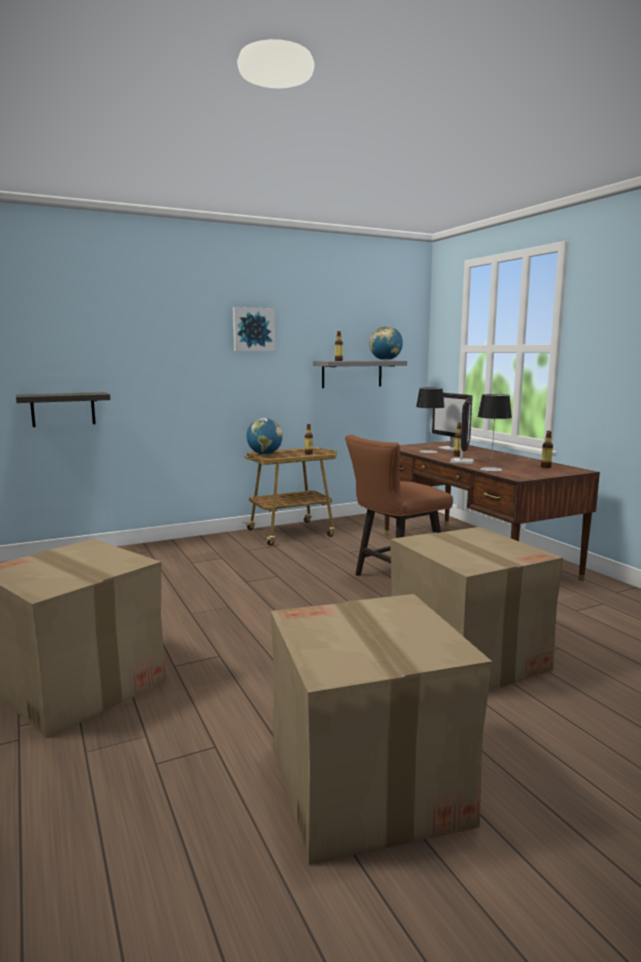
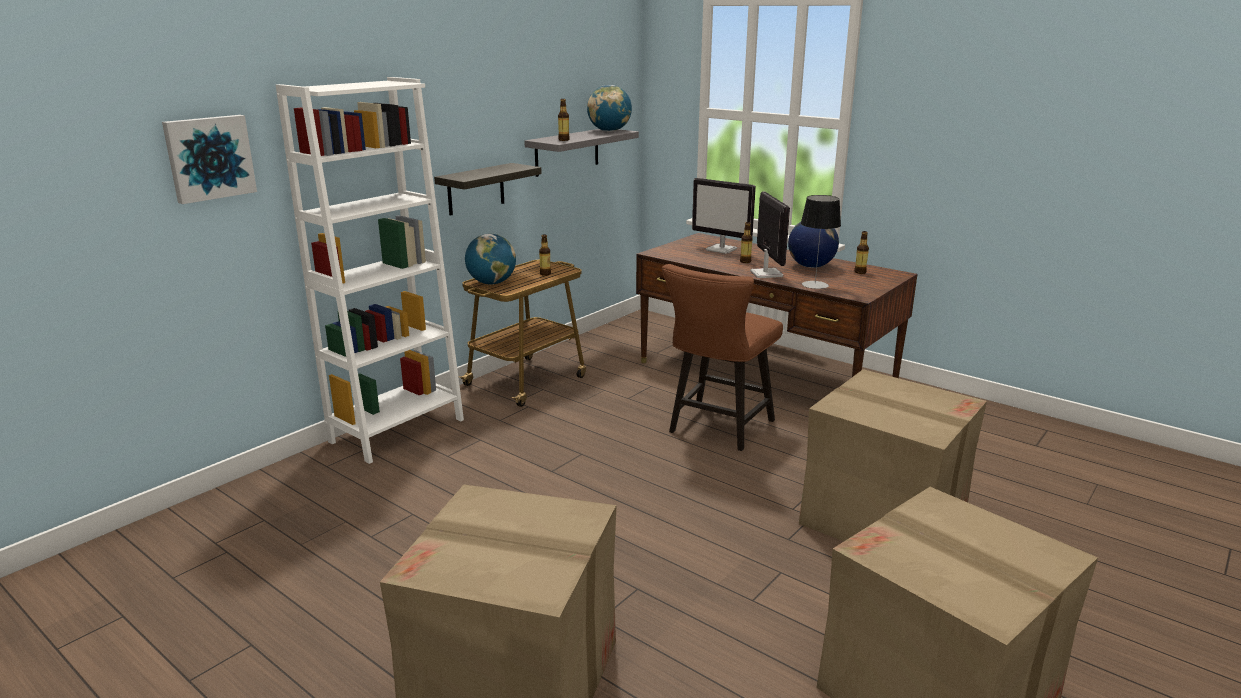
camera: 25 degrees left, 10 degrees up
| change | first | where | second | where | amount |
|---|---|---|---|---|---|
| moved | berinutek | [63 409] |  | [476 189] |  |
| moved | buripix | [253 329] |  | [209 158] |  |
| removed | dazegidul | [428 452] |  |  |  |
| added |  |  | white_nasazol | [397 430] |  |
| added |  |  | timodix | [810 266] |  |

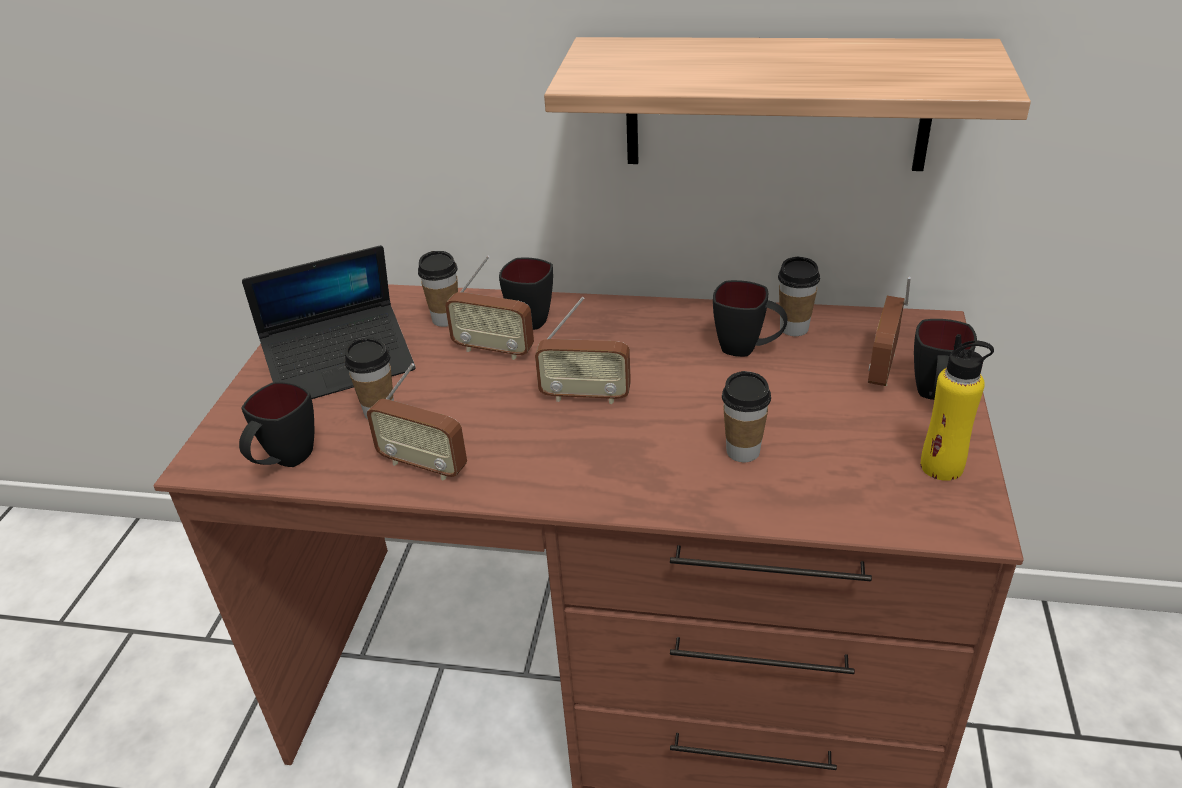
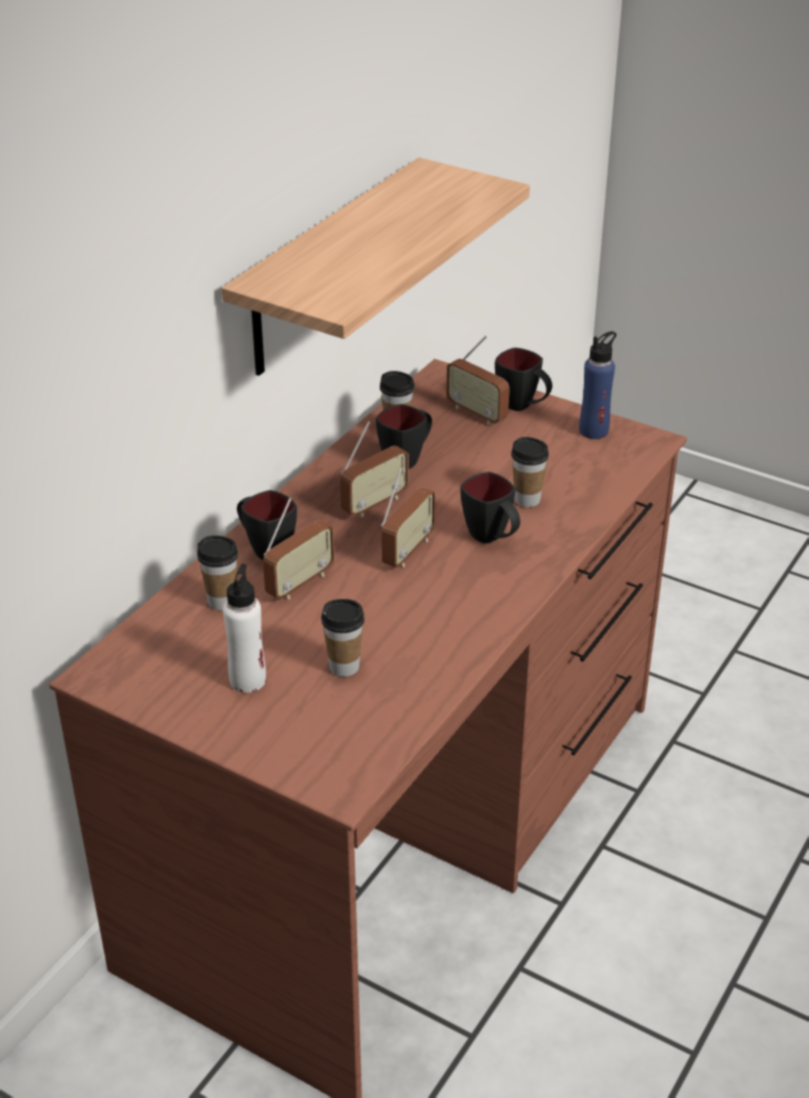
camera: 70 degrees left, 0 degrees up
| change | first | where | second | where | amount |
|---|---|---|---|---|---|
| moved | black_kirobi | [285 462] |  | [492 538] |  |
| replaced | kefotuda | [341 366] | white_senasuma | [248 680] |  |
| moved | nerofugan | [423 465] |  | [374 504] |  |
| recoloured | yellow_senasuma | [942 467] | blue_senasuma | [594 431] |  |

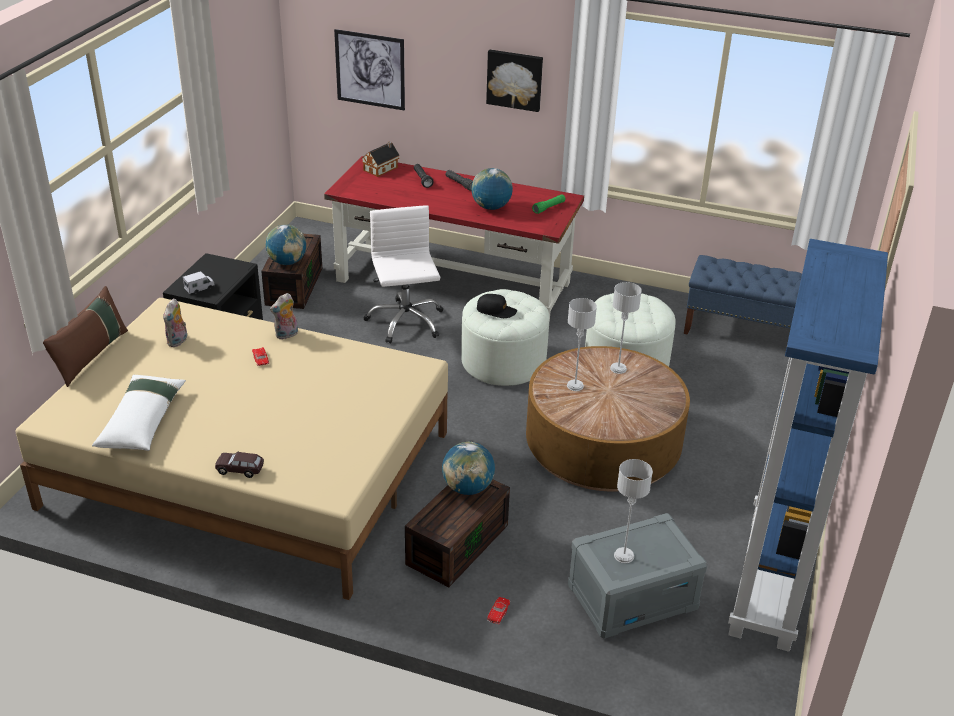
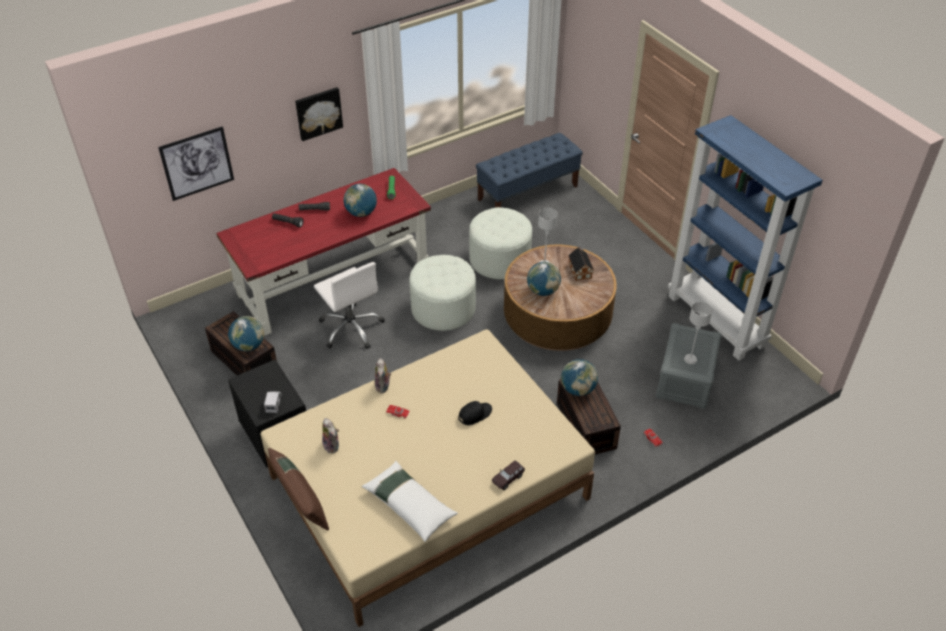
camera: 50 degrees left, 10 degrees up
| change | first | where | second | where | amount |
|---|---|---|---|---|---|
| moved | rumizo | [382 168] |  | [580 270] |  |
| turned | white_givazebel | [405 321] |  | [351 328] | 150 degrees counterclockwise |
| moved | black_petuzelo | [496 310] |  | [475 414] |  |
| replaced | grey_dazegidul | [575 386] | timodix | [543 291] |  |

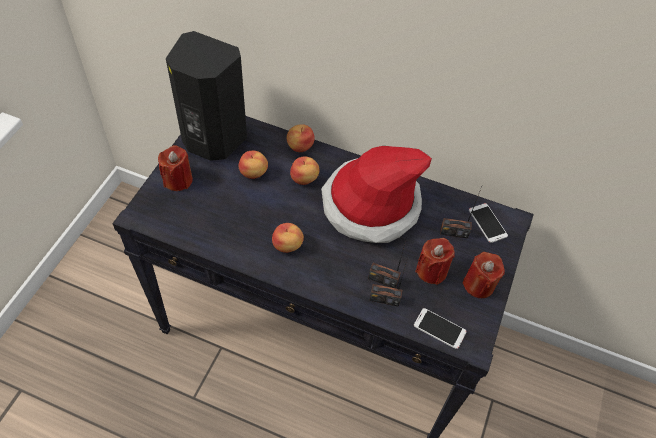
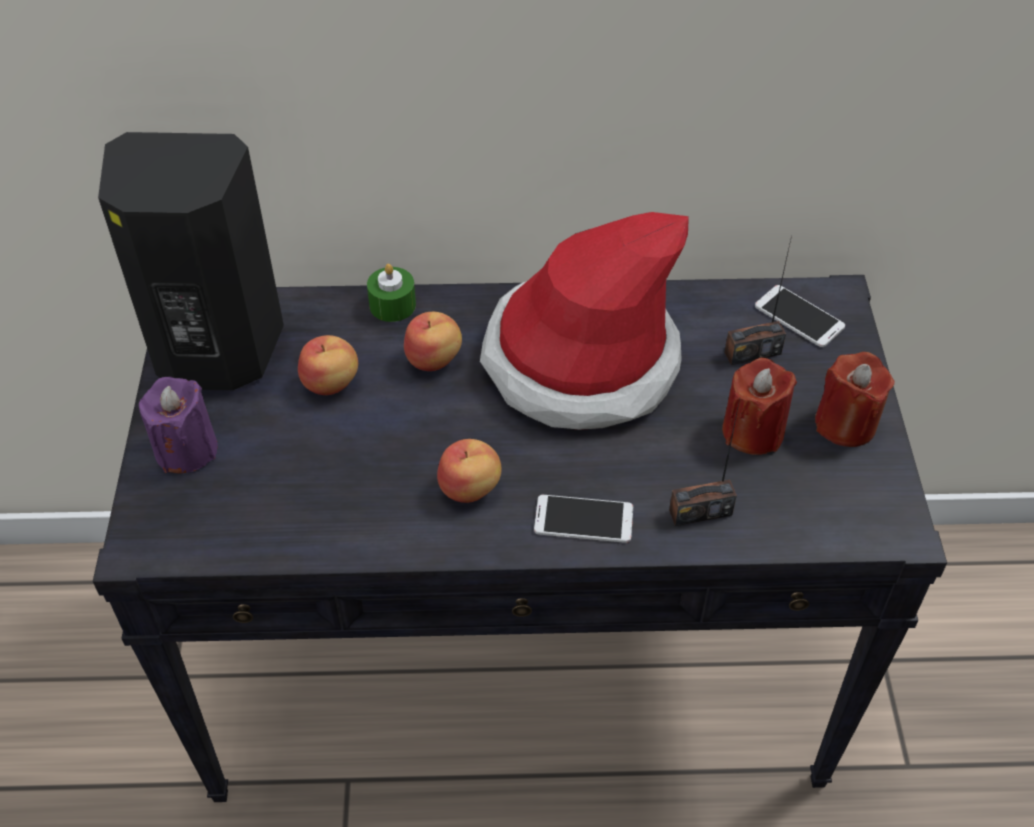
camera: 20 degrees left, 5 degrees down
| change | first | where | second | where | amount |
|---|---|---|---|---|---|
| recoloured | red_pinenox | [178 180] | purple_pinenox | [186 449] |  |
| replaced | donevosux | [300 146] | green_pinenox | [392 305] |  |
| removed | nerofugan | [383 279] |  |  |  |
| moved | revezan | [439 328] |  | [583 519] |  |

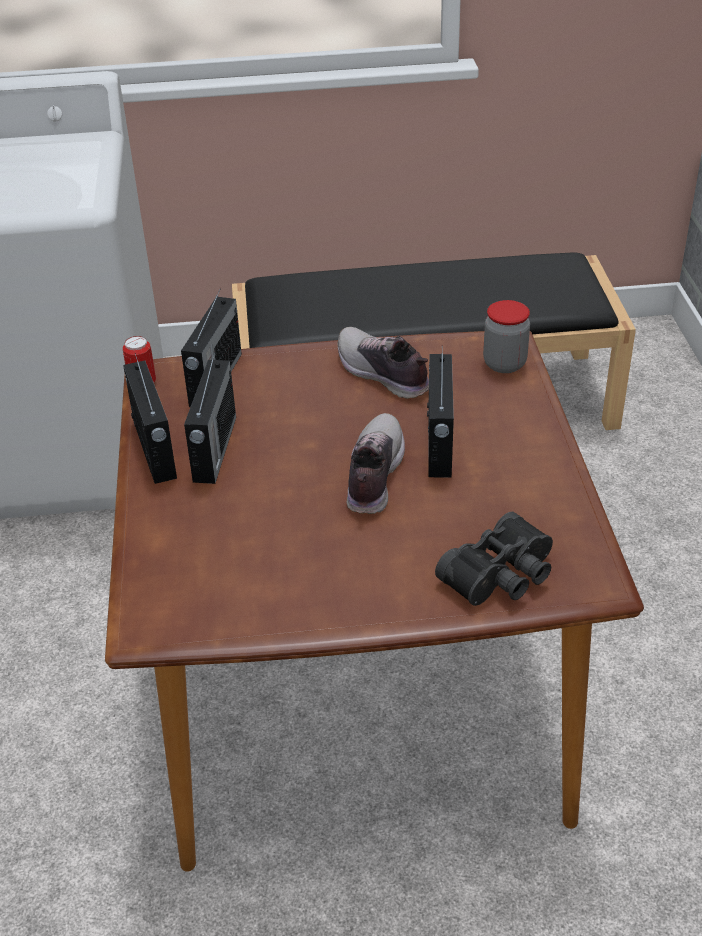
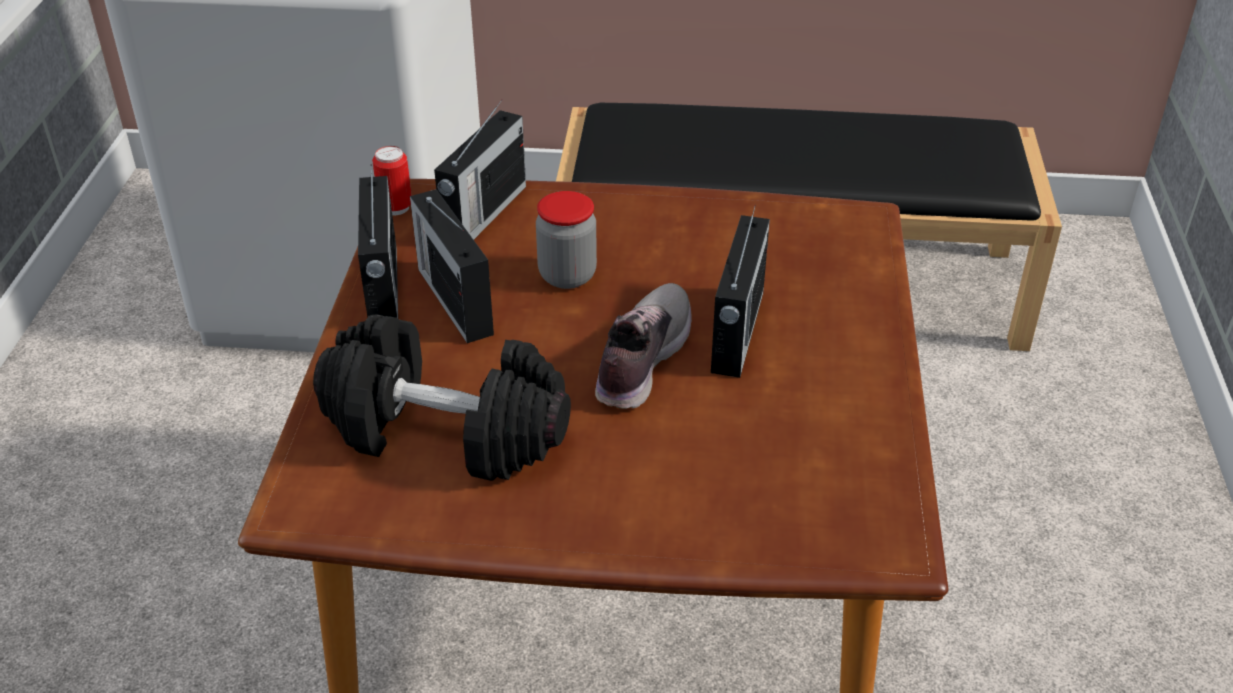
camera: 10 degrees right, 0 degrees up
| change | first | where | second | where | amount |
|---|---|---|---|---|---|
| turned | nerofugan | [214 450] |  | [454 299] | 135 degrees clockwise |
| removed | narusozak | [382 374] |  |  |  |
| removed | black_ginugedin | [502 576] |  |  |  |
| moved | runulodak | [504 364] |  | [567 275] |  |
| added |  |  | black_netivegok | [444 433] |  |

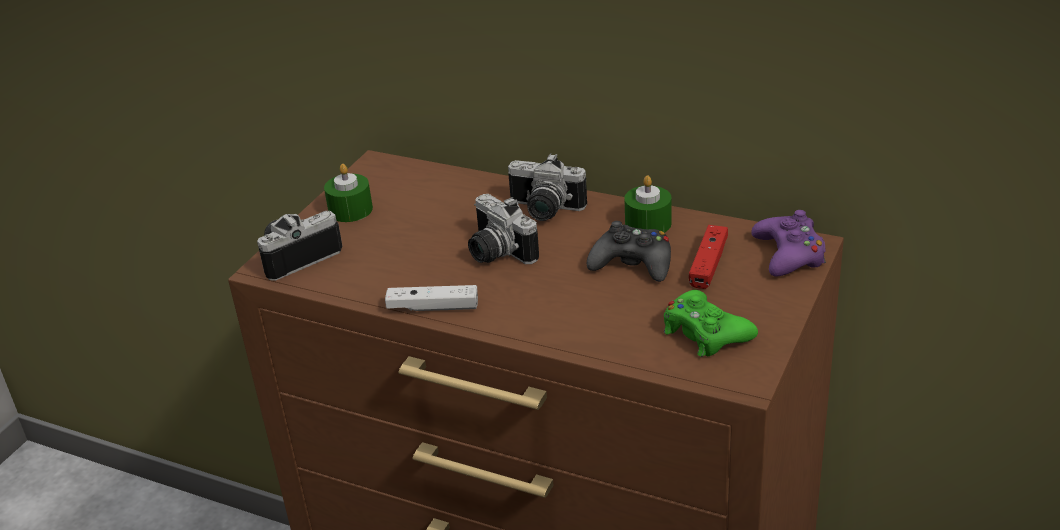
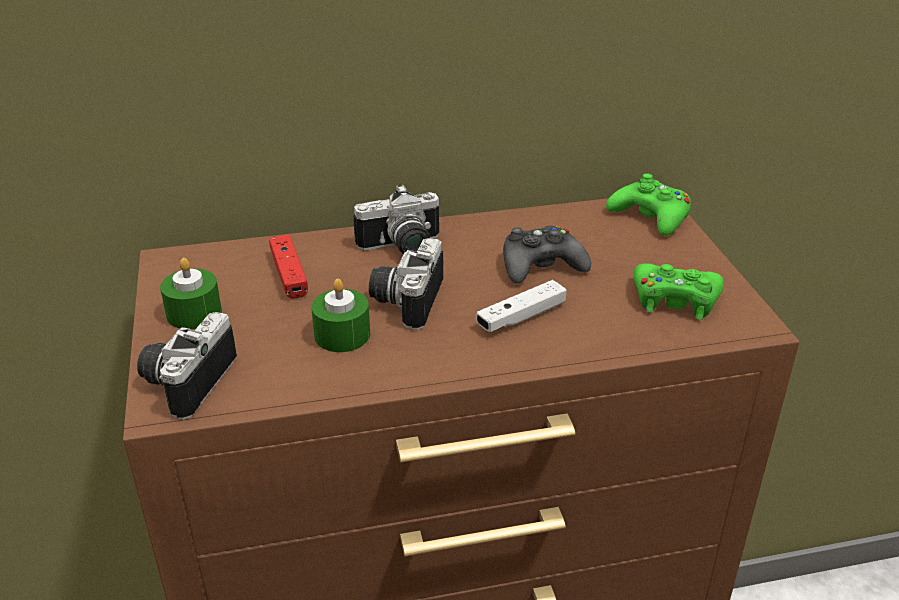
camera: 40 degrees left, 0 degrees up
| change | first | where | second | where | amount |
|---|---|---|---|---|---|
| moved | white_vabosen | [433 307] |  | [521 317] |  |
| turned | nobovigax | [495 253] |  | [405 300] | 90 degrees clockwise |
| moved | green_pinenox | [648 223] |  | [342 335] |  |
| moved | red_vabosen | [708 264] |  | [289 274] |  |
| recoloured | purple_vabosen | [789 255] | green_vabosen | [651 216] |  |

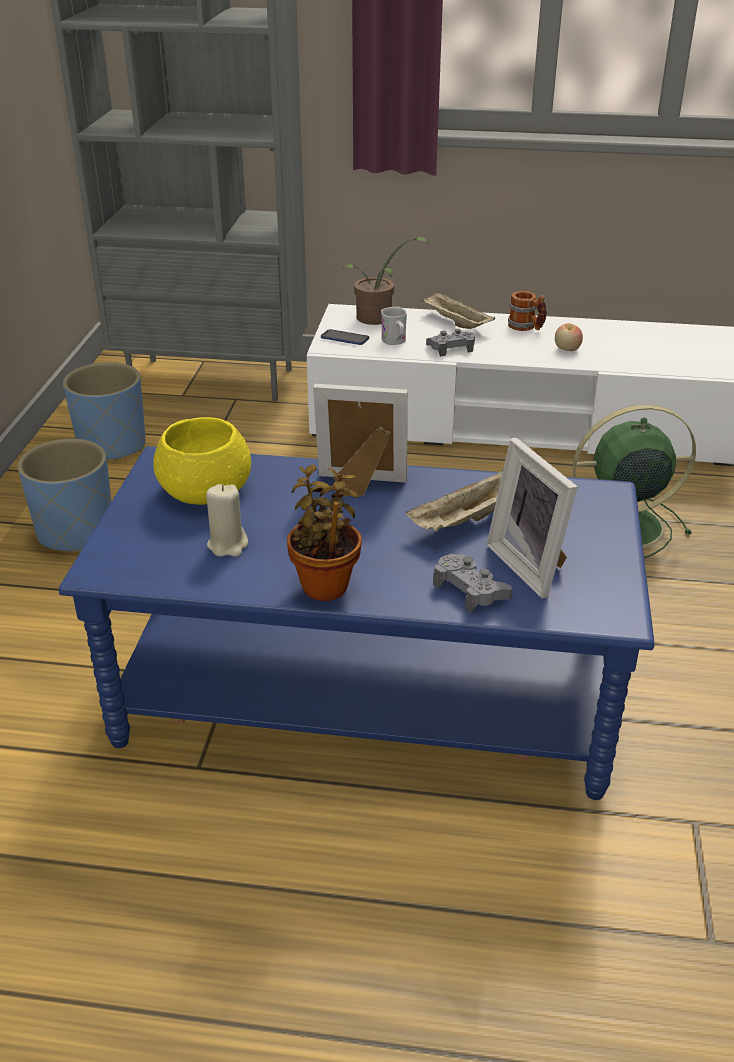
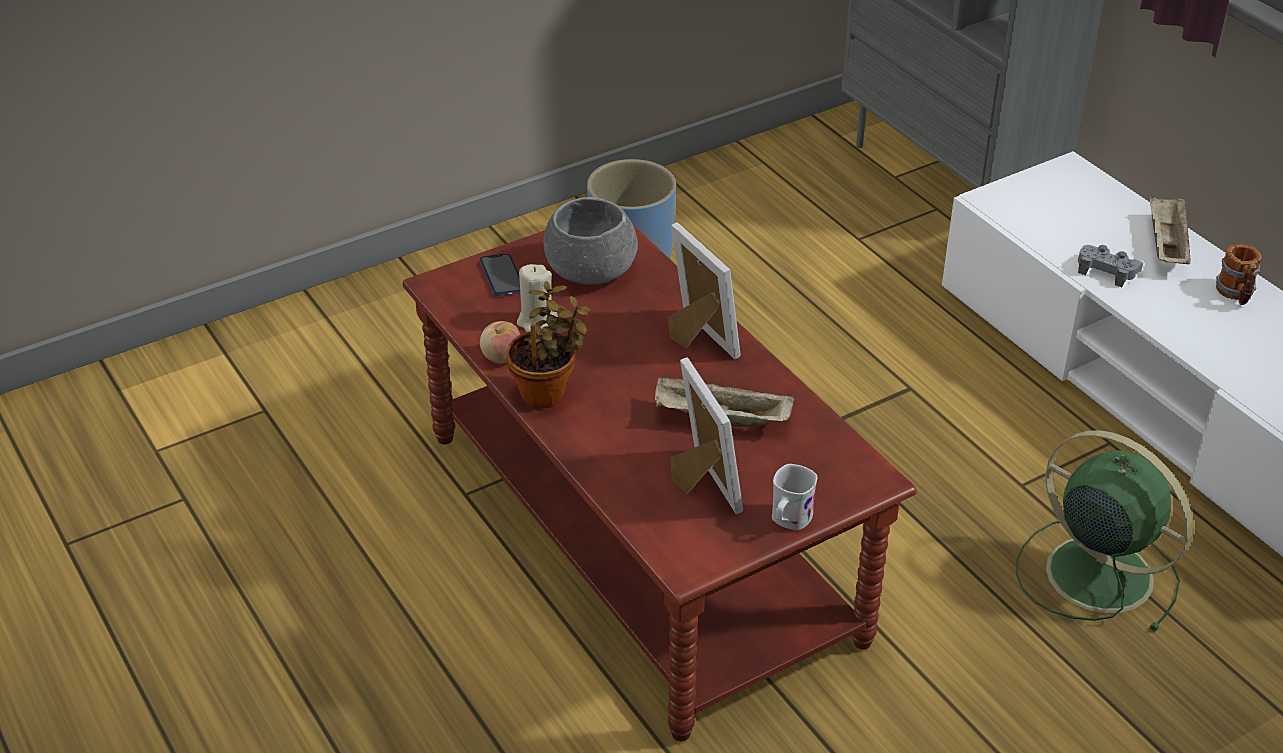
camera: 50 degrees right, 5 degrees up
| change | first | where | second | where | amount |
|---|---|---|---|---|---|
| recoloured | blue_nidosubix | [365 695] | brown_nidosubix | [640 535] |  |
| removed | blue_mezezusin | [112 445] |  |  |  |
| recoloured | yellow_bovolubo | [206 490] | grey_bovolubo | [591 269] |  |
| moved | revezan | [345 338] |  | [502 276] |  |
| removed | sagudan | [378 319] |  |  |  |
| moved | white_kirobi | [395 342] |  | [788 520] |  |
| removed | grey_vabosen | [470 590] |  |  |  |
| turned | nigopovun | [532 565] |  | [700 485] | 135 degrees clockwise |
| moved | donevosux | [567 349] |  | [501 357] |  |

